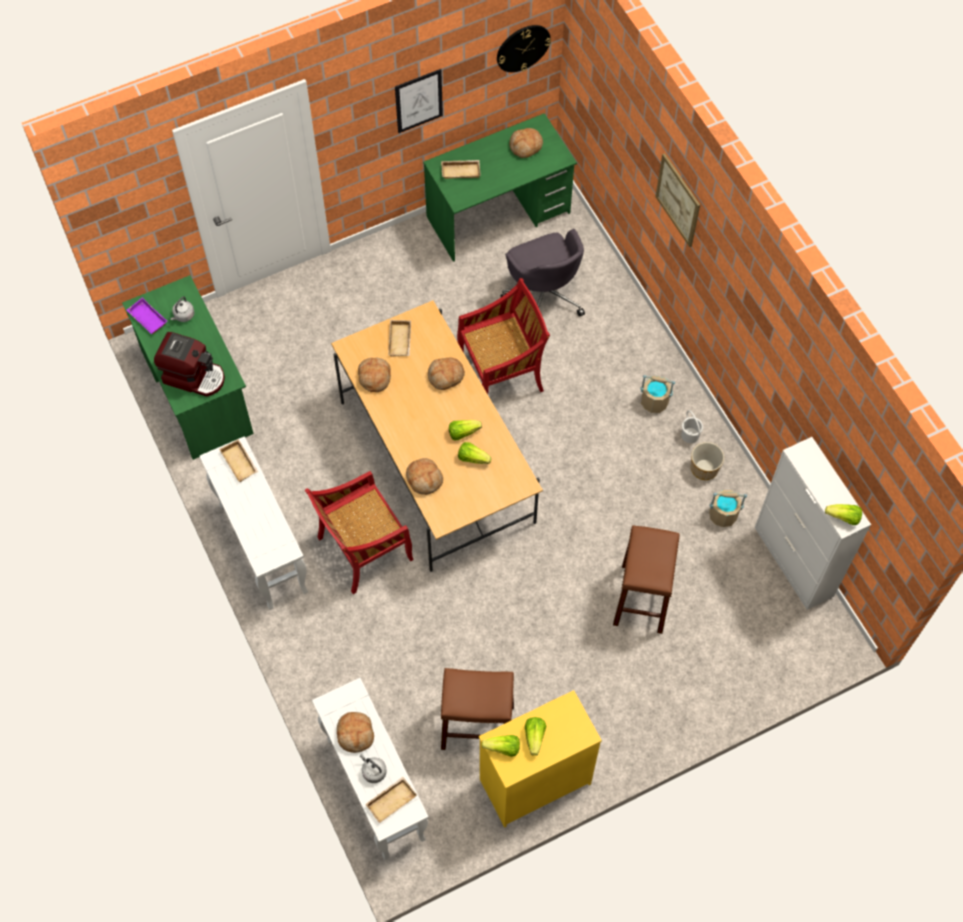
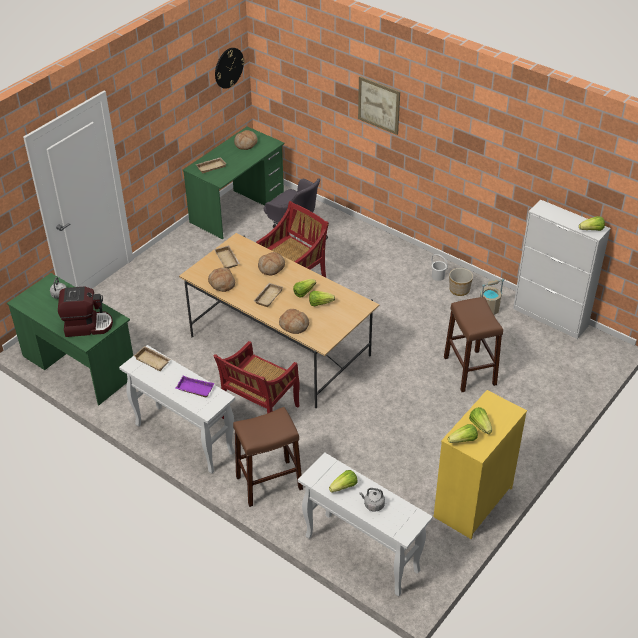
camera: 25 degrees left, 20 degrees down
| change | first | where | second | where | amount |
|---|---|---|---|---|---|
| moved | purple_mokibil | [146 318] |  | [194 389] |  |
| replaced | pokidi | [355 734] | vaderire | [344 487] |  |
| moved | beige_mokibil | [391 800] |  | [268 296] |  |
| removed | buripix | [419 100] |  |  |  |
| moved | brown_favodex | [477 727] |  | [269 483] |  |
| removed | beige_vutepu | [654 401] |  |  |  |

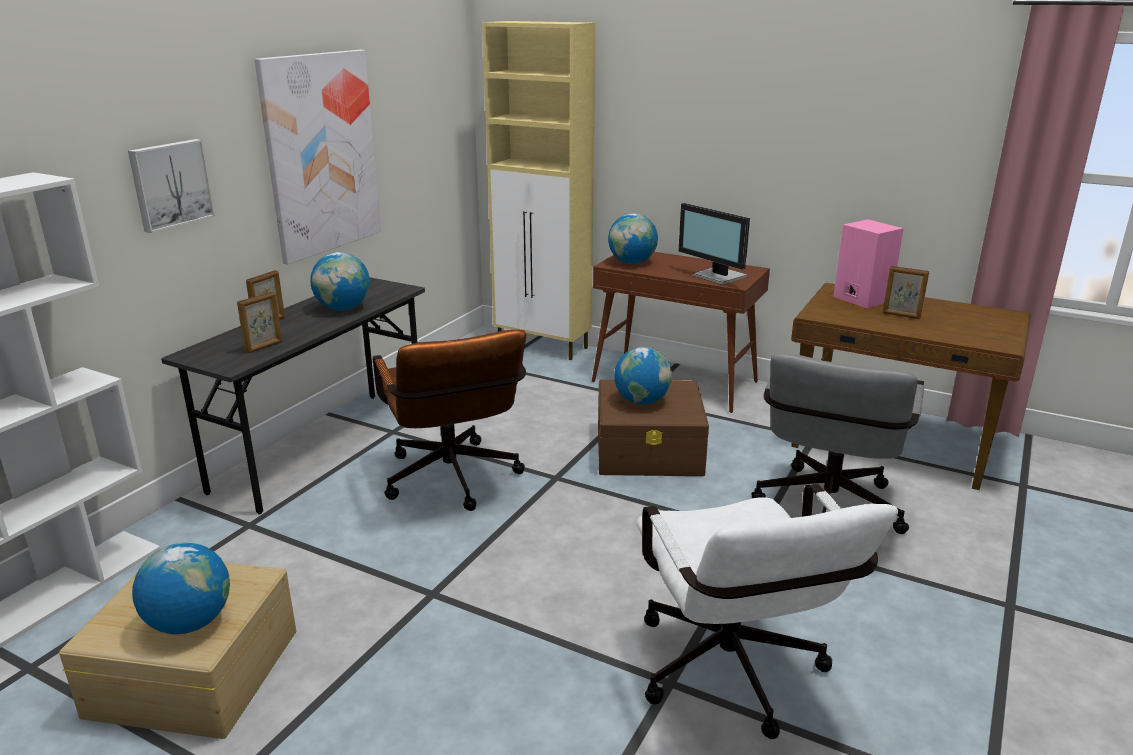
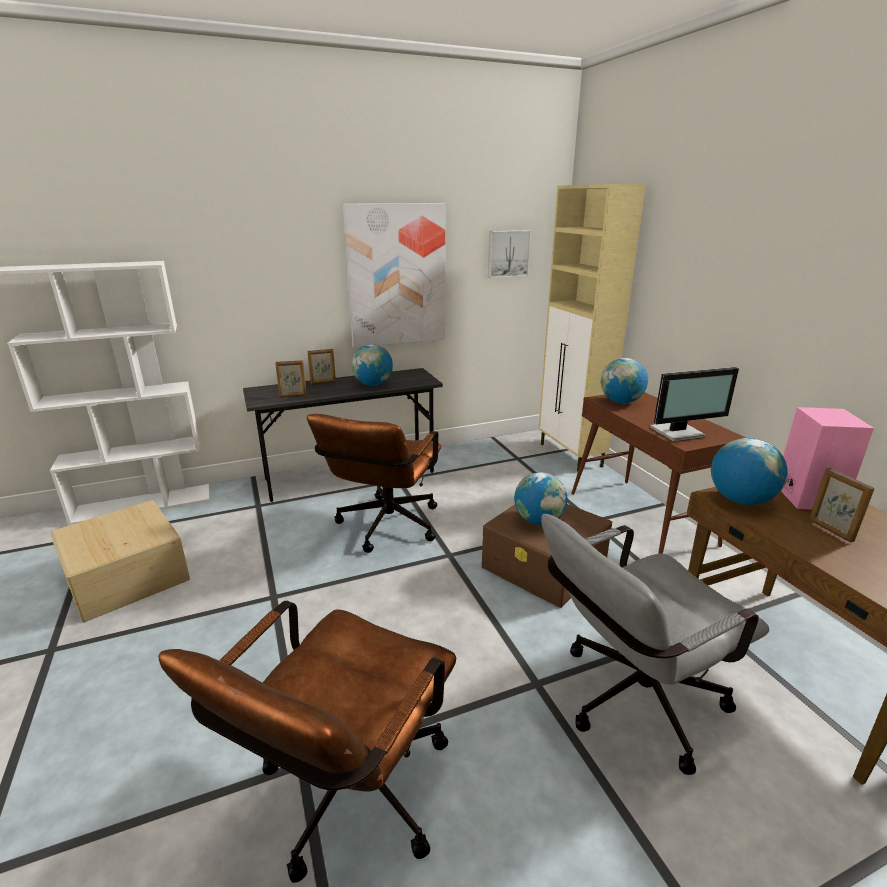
camera: 40 degrees right, 0 degrees up
| change | first | where | second | where | amount |
|---|---|---|---|---|---|
| moved | buripix | [170 184] |  | [508 253] |  |
| moved | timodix | [190 623] |  | [740 500] |  |
| recoloured | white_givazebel | [734 679] | brown_givazebel | [345 800] |  |
| turned | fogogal | [718 277] |  | [679 432] | 105 degrees counterclockwise |

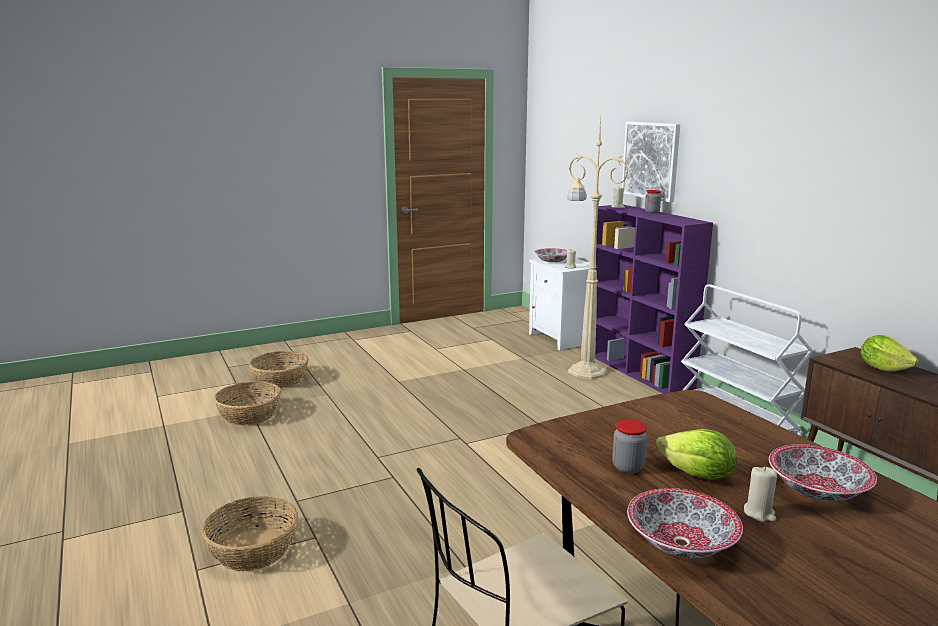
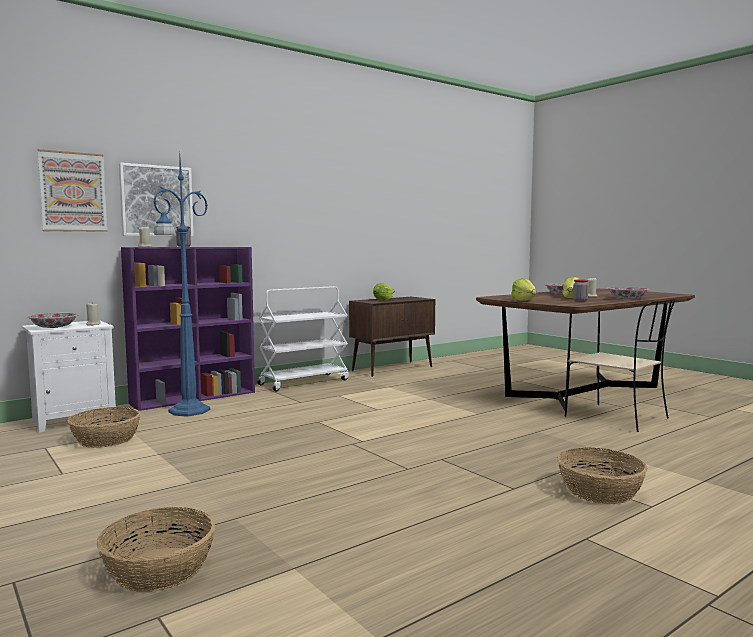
camera: 100 degrees left, 10 degrees down
| change | first | where | second | where | amount |
|---|---|---|---|---|---|
| moved | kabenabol | [250 415] |  | [105 439] |  |
| recoloured | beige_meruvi | [585 371] | blue_meruvi | [187 411] |  |
| added |  |  | buripix | [73 192] |  |
| added |  |  | vaderire | [524 300] |  |

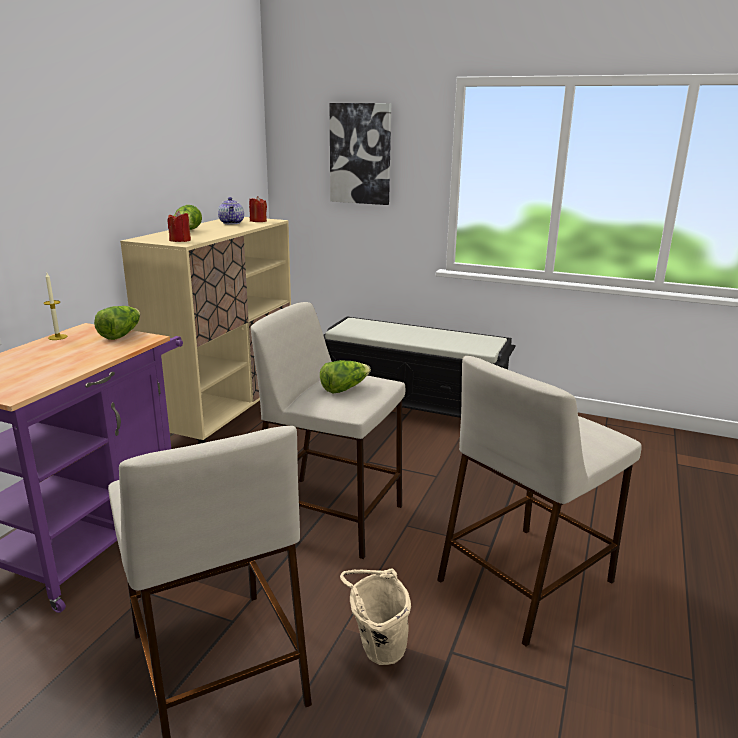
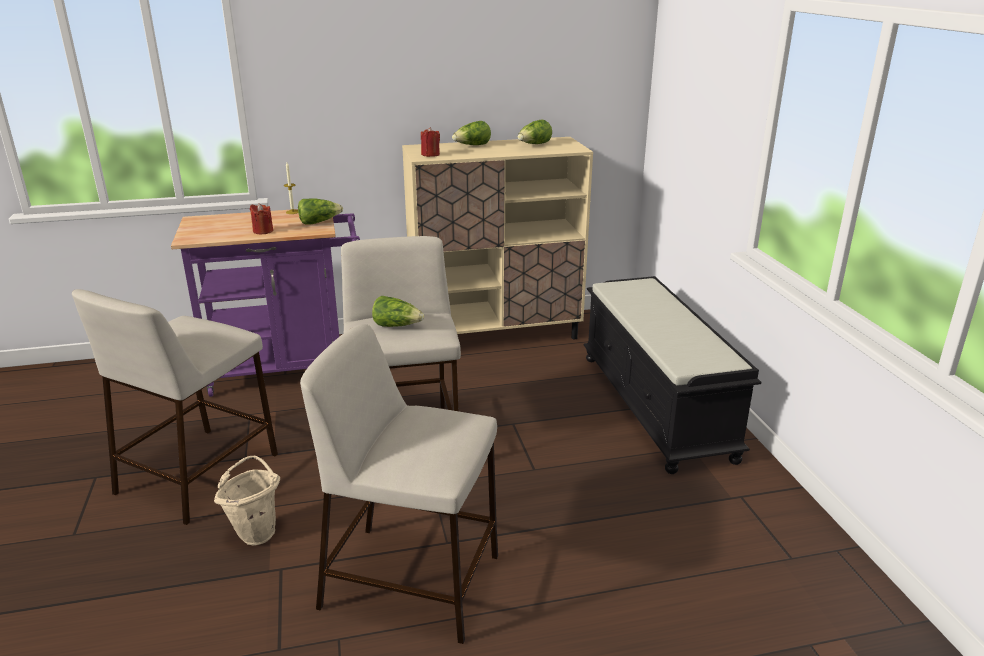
camera: 55 degrees right, 5 degrees up
| change | first | where | second | where | amount |
|---|---|---|---|---|---|
| replaced | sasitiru | [232 223] | vaderire | [534 145] |  |
| moved | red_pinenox | [258 221] |  | [263 231] |  |
| removed | buripix | [360 154] |  |  |  |

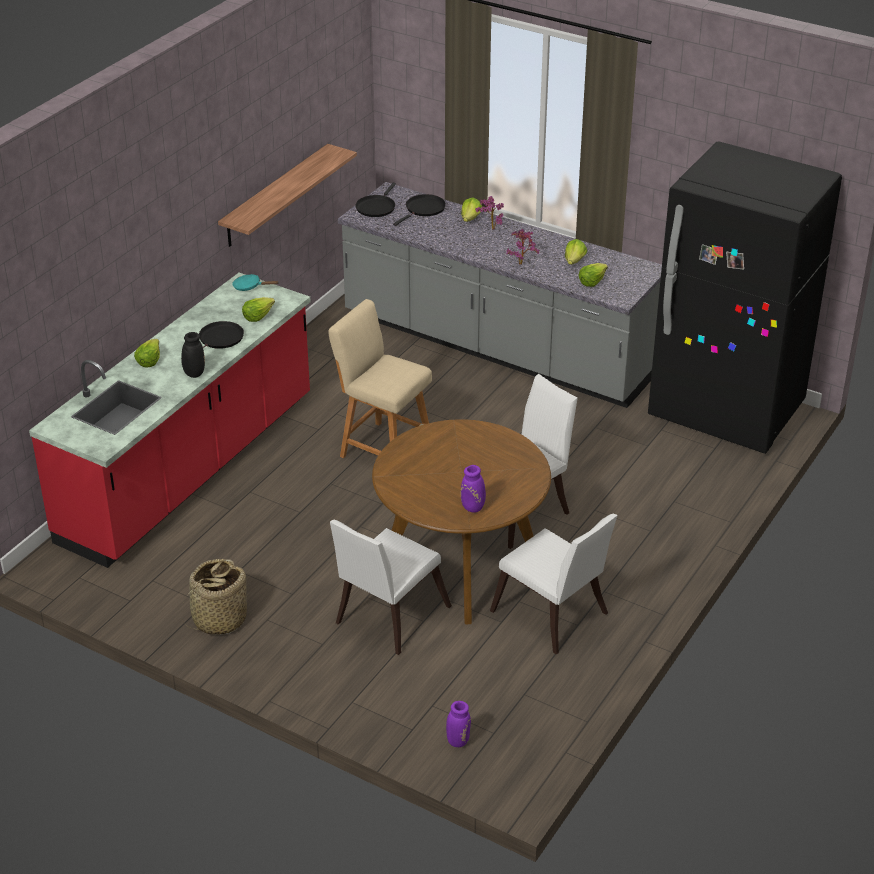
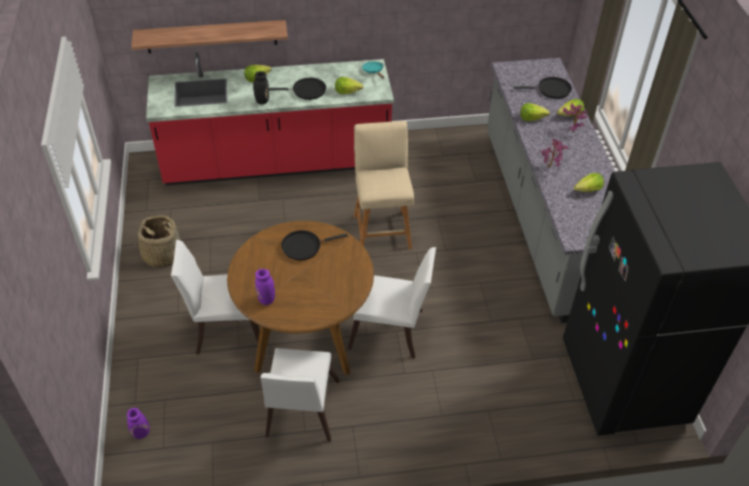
camera: 50 degrees right, 10 degrees up
| change | first | where | second | where | amount |
|---|---|---|---|---|---|
| moved | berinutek | [275 196] |  | [211 36] |  |
| moved | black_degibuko | [376 207] |  | [304 246] |  |
| moved | vaderire | [592 281] |  | [532 118] |  |

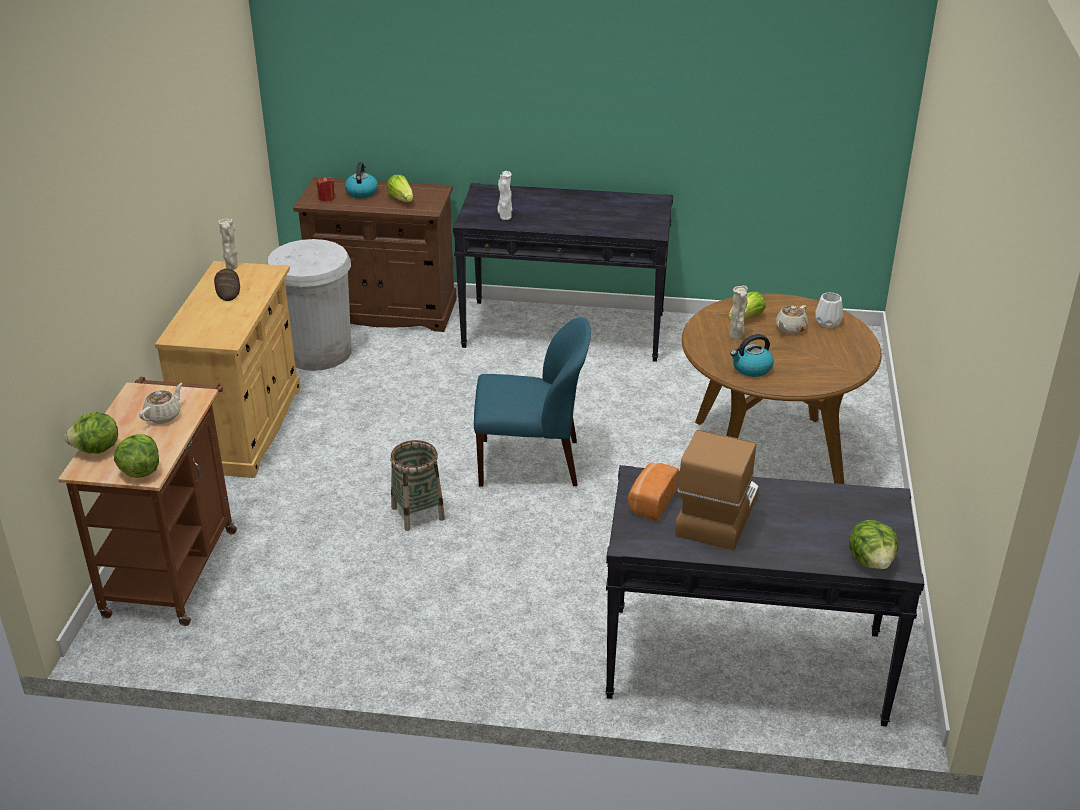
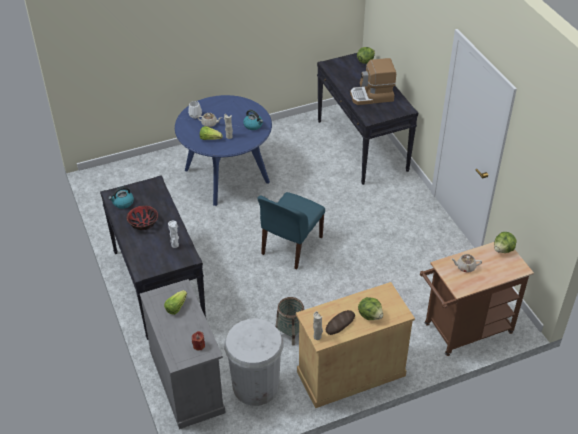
camera: 120 degrees left, 10 degrees up
| change | first | where | second | where | amount |
|---|---|---|---|---|---|
| moved | vaderire | [97 450] |  | [370 315] |  |
| recoloured | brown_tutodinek | [383 311] | grey_tutodinek | [187 381] |  |
| moved | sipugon | [361 192] |  | [123 203] |  |
| moved | kabenabol | [417 513] |  | [290 333] |  |
| turned | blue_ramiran | [531 463] |  | [291 246] | 120 degrees counterclockwise |
| removed | pokidi | [651 502] |  |  |  |
| recoloured | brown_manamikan | [767 455] | blue_manamikan | [226 176] |  |
| added |  |  | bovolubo | [143 223] |  |

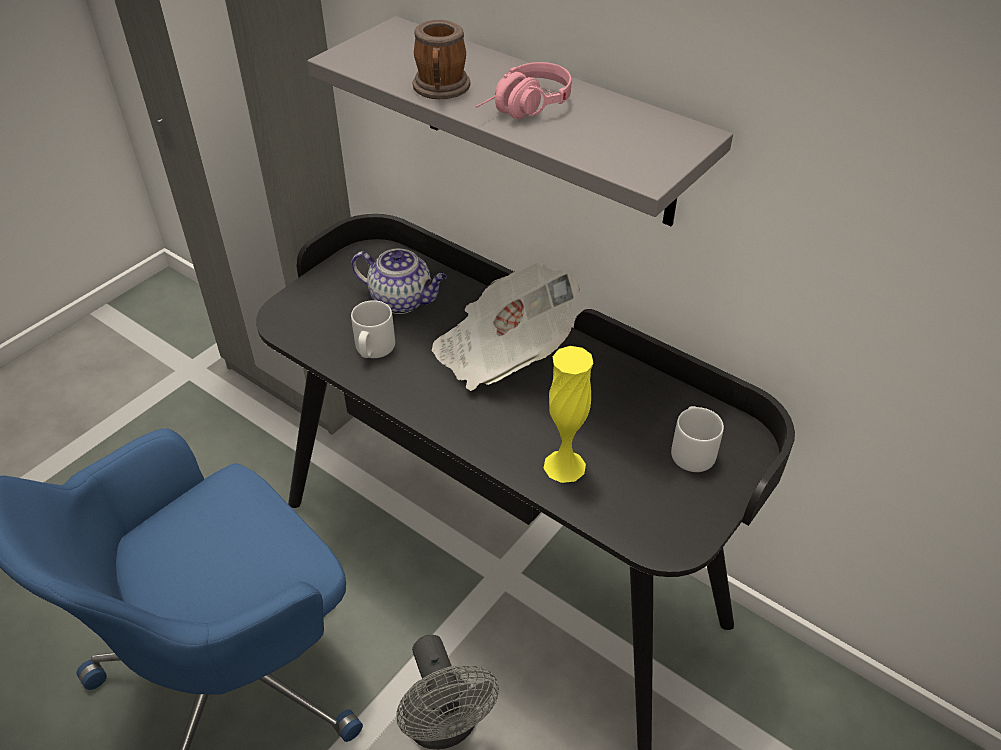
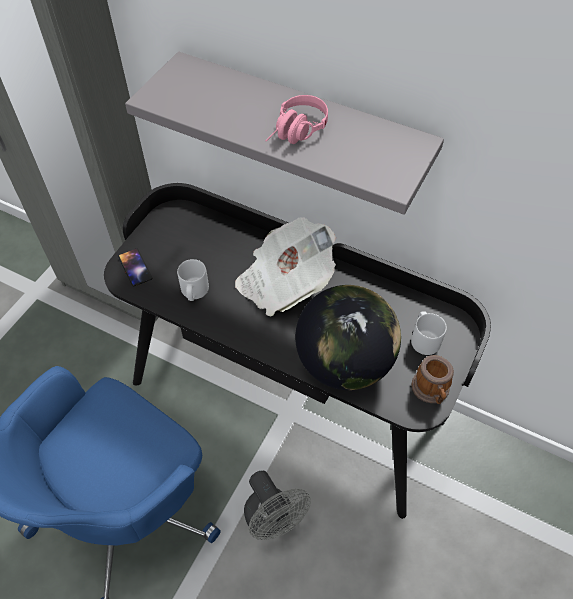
camera: 10 degrees left, 10 degrees up
| change | first | where | second | where | amount |
|---|---|---|---|---|---|
| removed | sasitiru | [403 300] |  |  |  |
| moved | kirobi | [441 89] |  | [431 391] |  |
| replaced | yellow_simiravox | [564 466] | timodix | [344 363] |  |
| added |  |  | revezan | [135 267] |  |

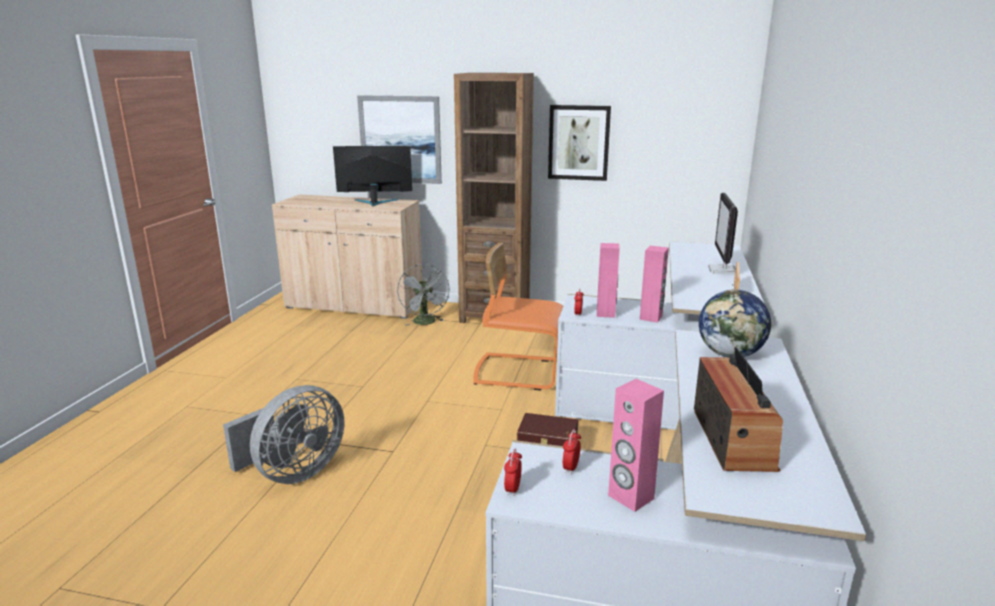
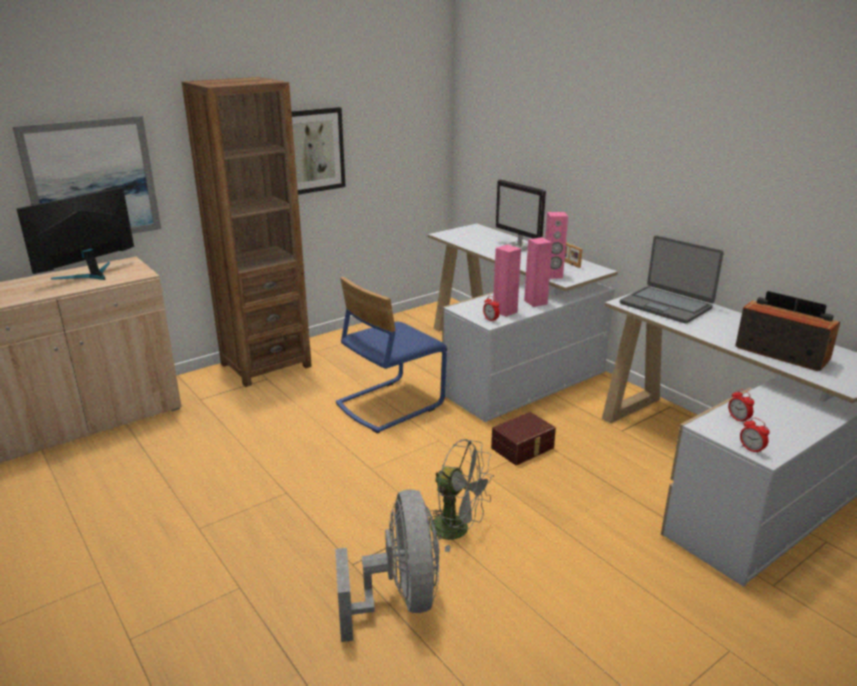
camera: 50 degrees left, 5 degrees up
| change | first | where | second | where | amount |
|---|---|---|---|---|---|
| moved | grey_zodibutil | [426 323] |  | [458 529] |  |
| recoloured | orange_ramiran | [518 372] | blue_ramiran | [389 404] |  |
| moved | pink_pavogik | [630 497] |  | [552 275] |  |
| replaced | timodix | [730 354] | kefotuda | [666 305] |  |

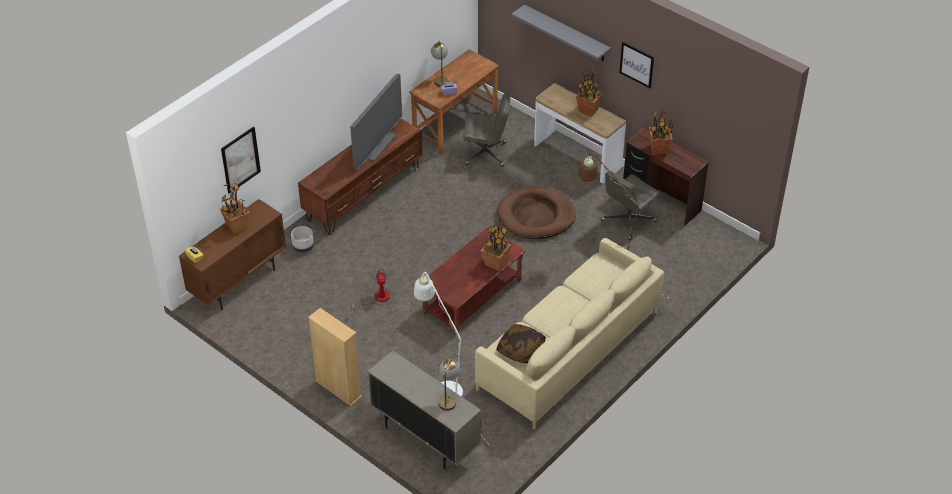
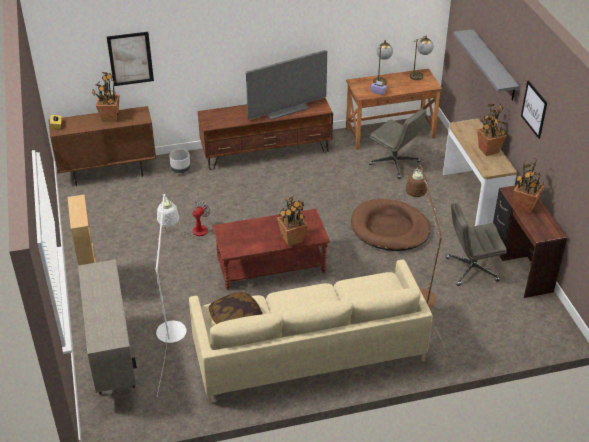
camera: 35 degrees right, 5 degrees down
| change | first | where | second | where | amount |
|---|---|---|---|---|---|
| moved | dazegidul | [448 398] |  | [419 75] |  |

